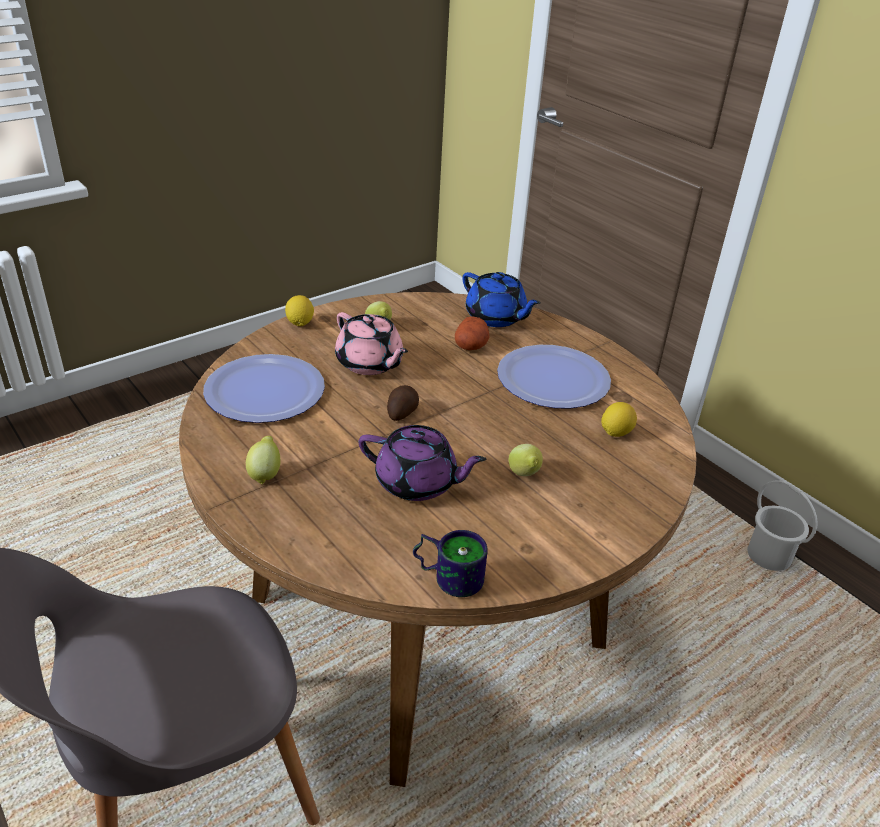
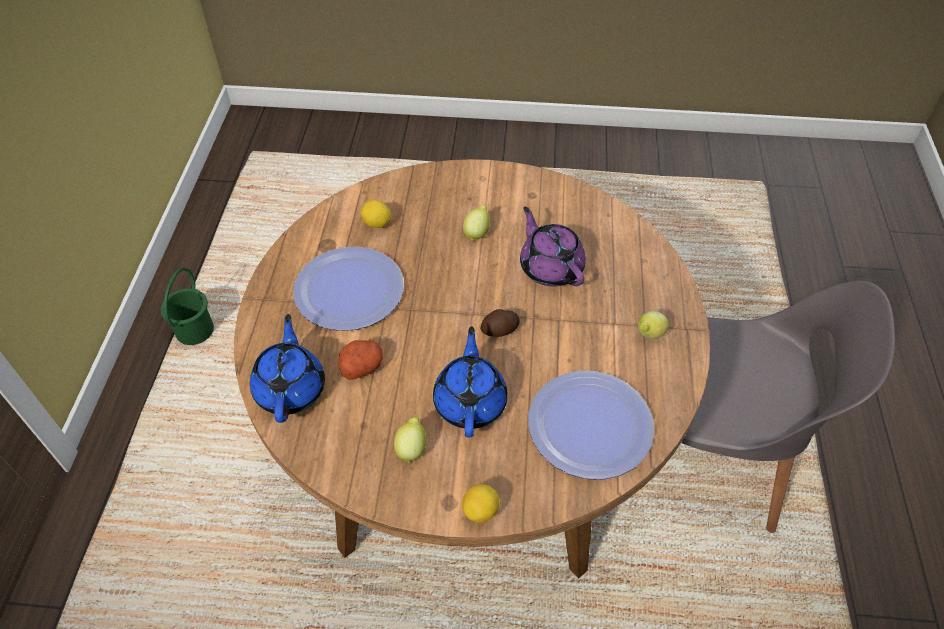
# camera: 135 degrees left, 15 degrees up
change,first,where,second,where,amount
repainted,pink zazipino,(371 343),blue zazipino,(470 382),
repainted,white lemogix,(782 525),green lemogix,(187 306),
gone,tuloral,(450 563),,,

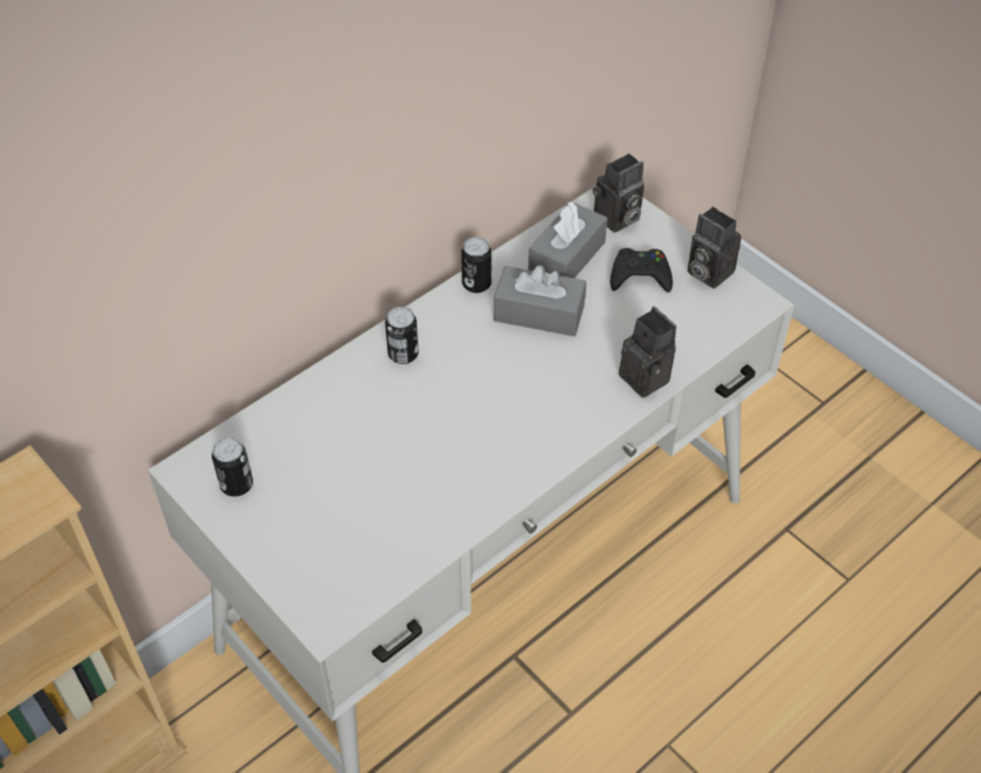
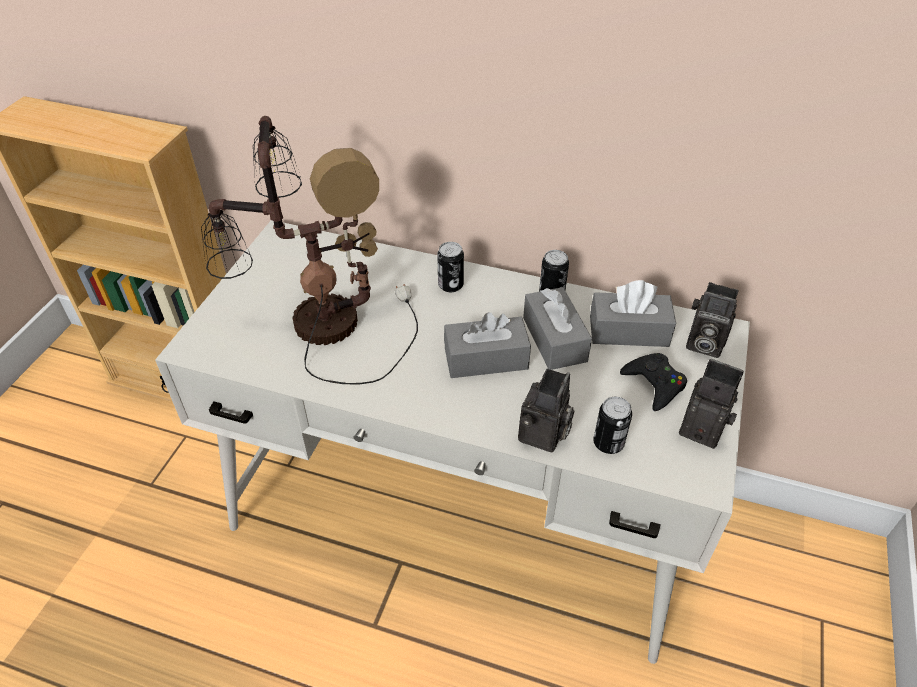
# camera: 60 degrees right, 5 degrees down
change,first,where,second,where,amount
rotated,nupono,(714 248),,(711 404),105 degrees clockwise
shifted,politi,(232 467),,(612 425),
new,,,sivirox,(309 250),
new,,,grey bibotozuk,(487 345),

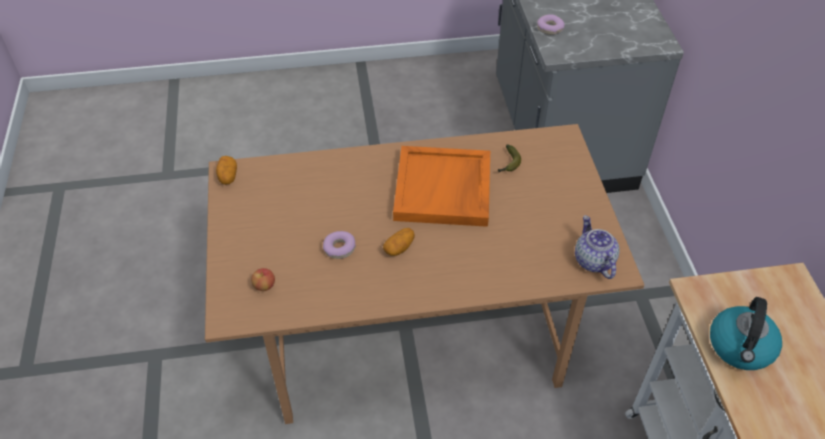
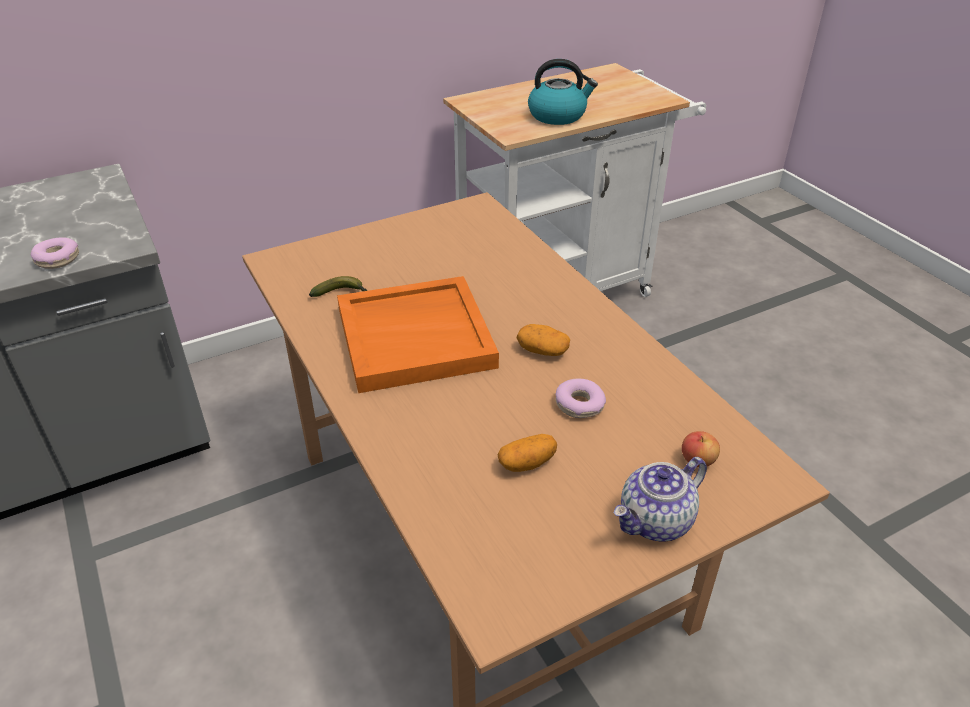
# camera: 110 degrees left, 10 degrees down
change,first,where,second,where,amount
shifted,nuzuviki,(226 170),,(527 453),
shifted,zazipino,(597 247),,(660 499),

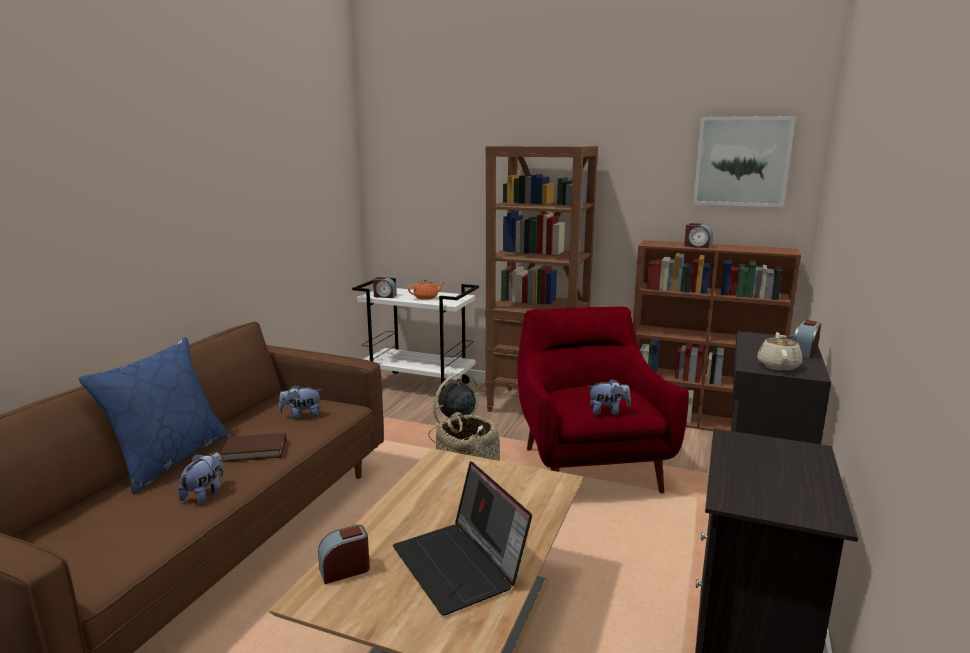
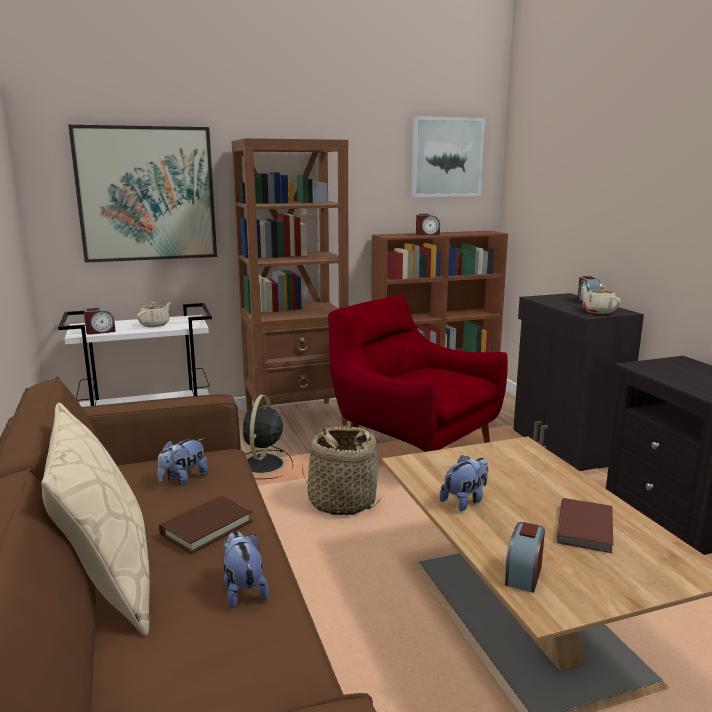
# camera: 40 degrees left, 0 degrees up
change,first,where,second,where,amount
repainted,orange zazipino,(426 289),beige zazipino,(154 314),
repainted,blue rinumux,(154 415),beige rinumux,(95 519),
shifted,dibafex,(609 397),,(463 483),
swapped,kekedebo,(462 538),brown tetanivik,(585 525),
new,,,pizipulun,(142 194),

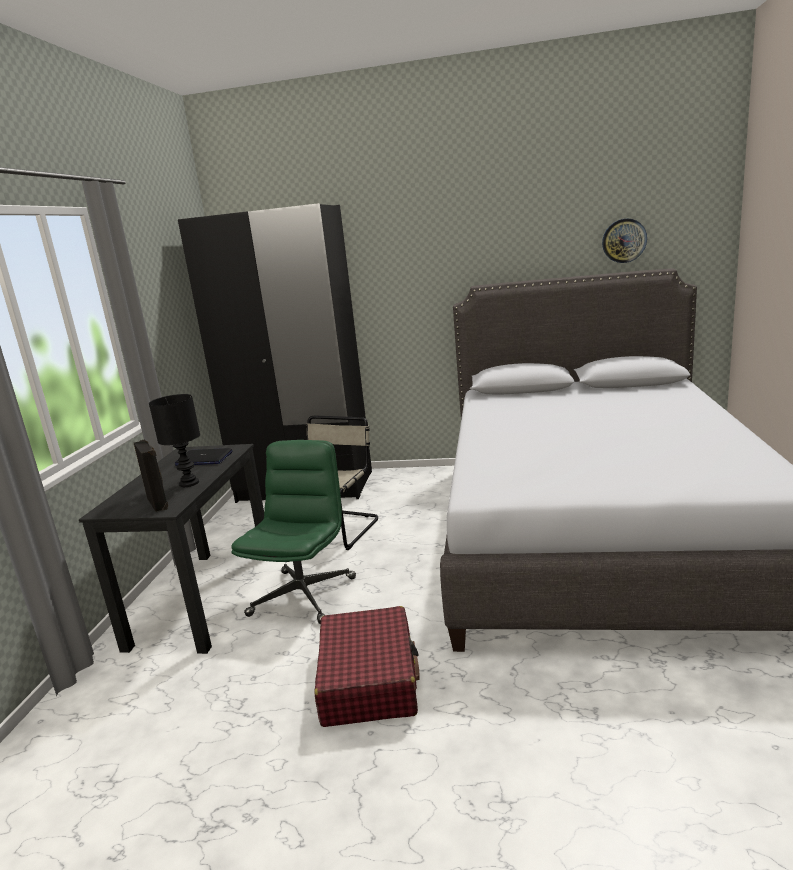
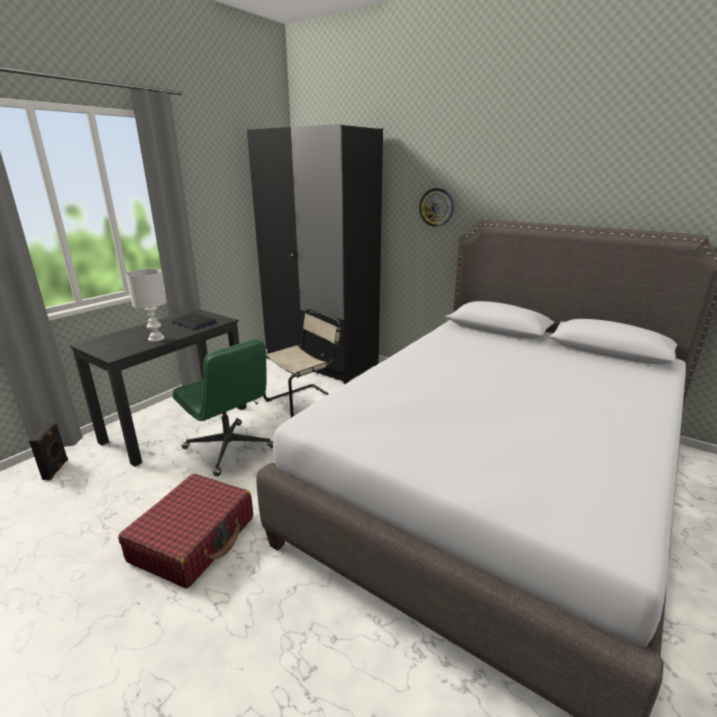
# camera: 25 degrees right, 5 degrees up
change,first,where,second,where,amount
shifted,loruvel,(624 241),,(436 207),
repainted,black sivirox,(174 440),white sivirox,(146 305),
shifted,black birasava,(151 476),,(48 451),
rotated,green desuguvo,(293 532),,(222 407),90 degrees clockwise

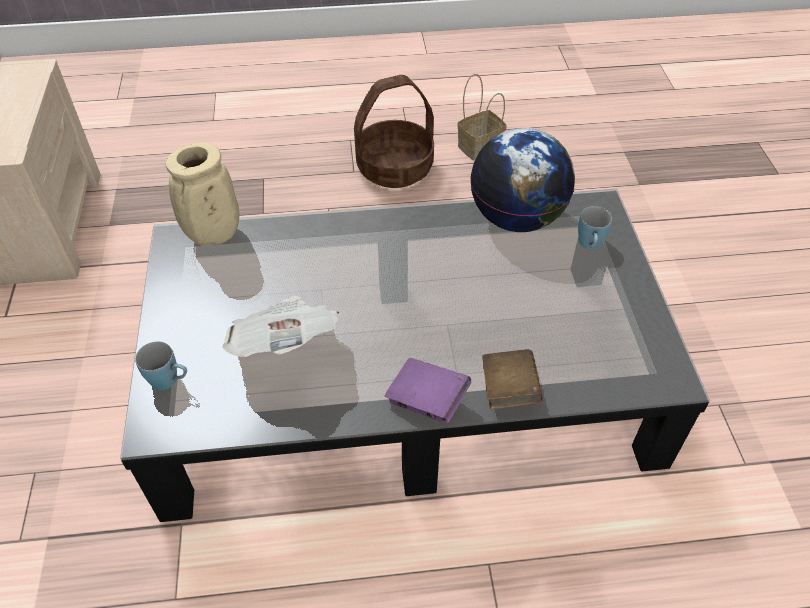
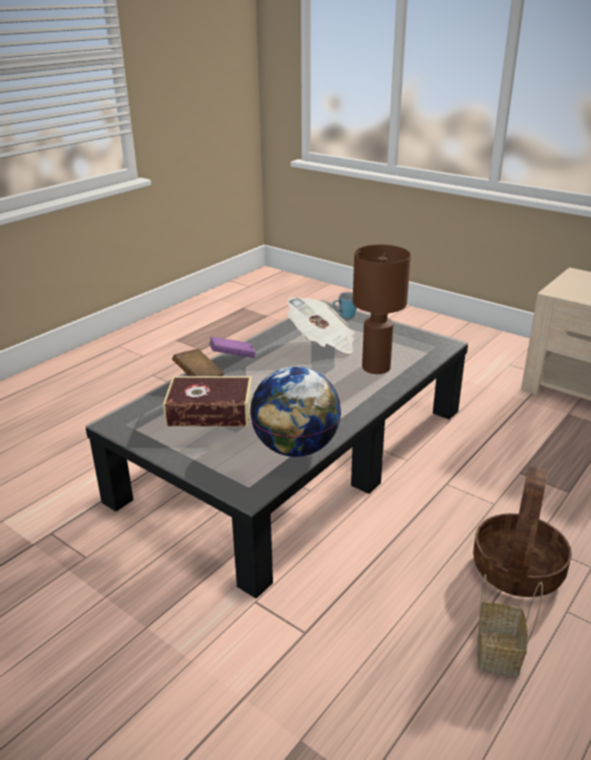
# camera: 135 degrees right, 20 degrees down
change,first,where,second,where,amount
gone,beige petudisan,(202 194),,,
gone,blue tuloral,(595 228),,,
new,,,brown sivirox,(382 309),
new,,,tetanivik,(208 401),

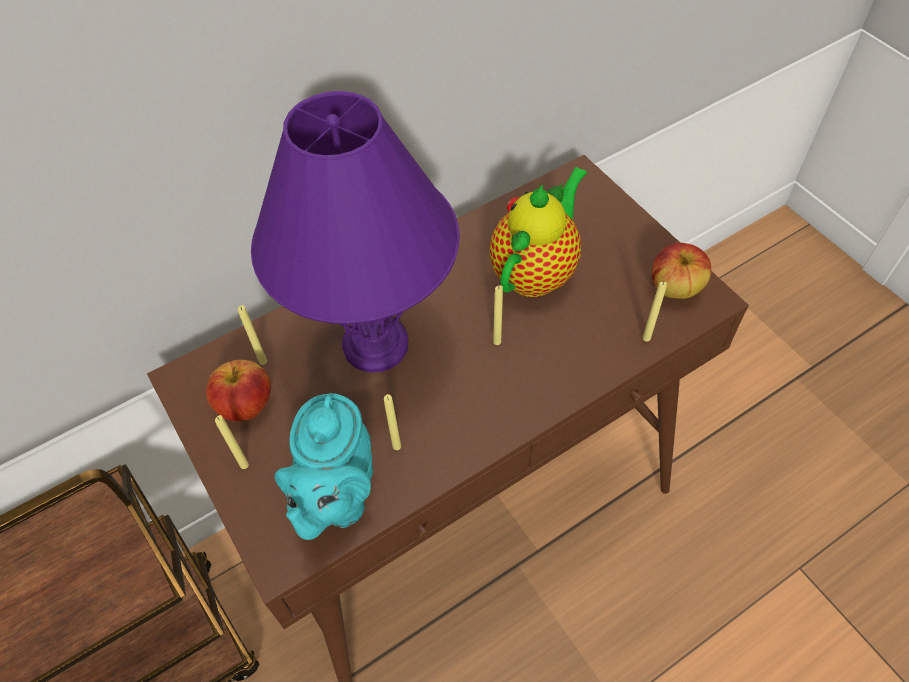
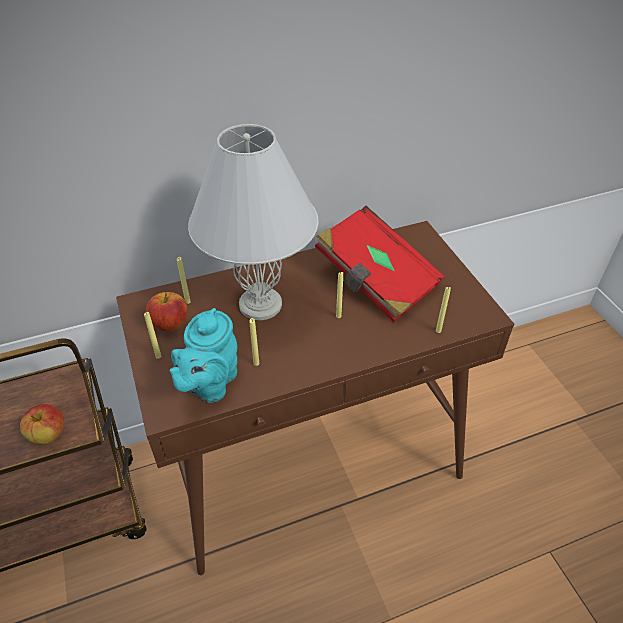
# camera: 10 degrees right, 10 degrees down
change,first,where,second,where,amount
repainted,purple sivirox,(355 232),white sivirox,(253 222),
swapped,zazipino,(538 232),red tetanivik,(380 264),
shifted,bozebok,(681 271),,(42 424),

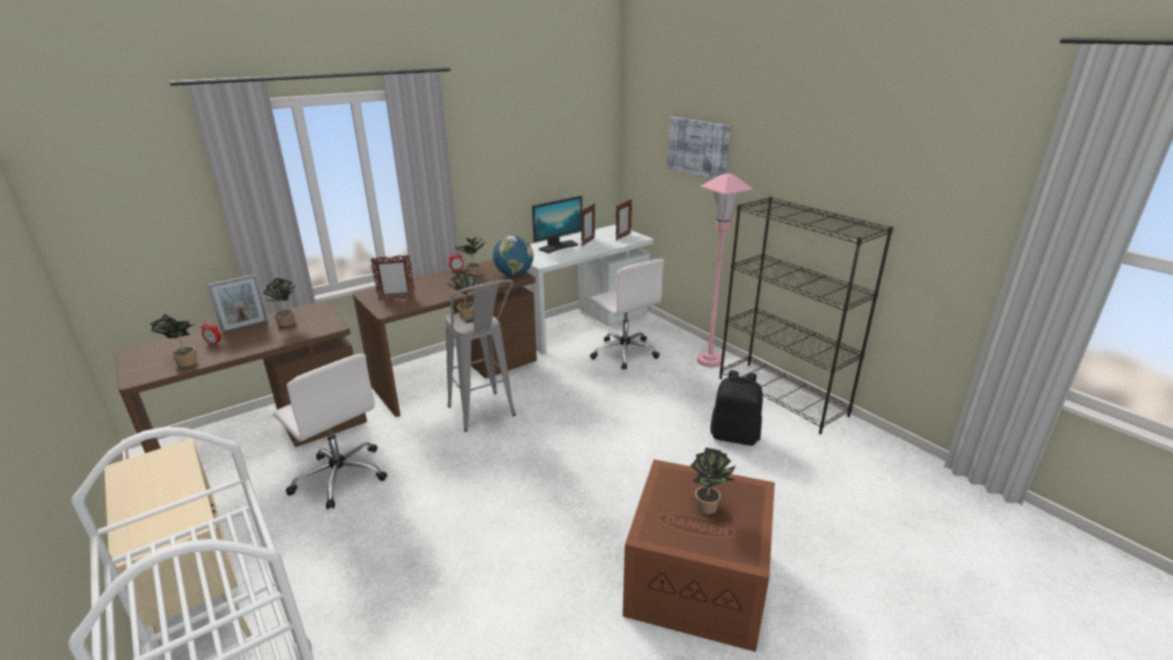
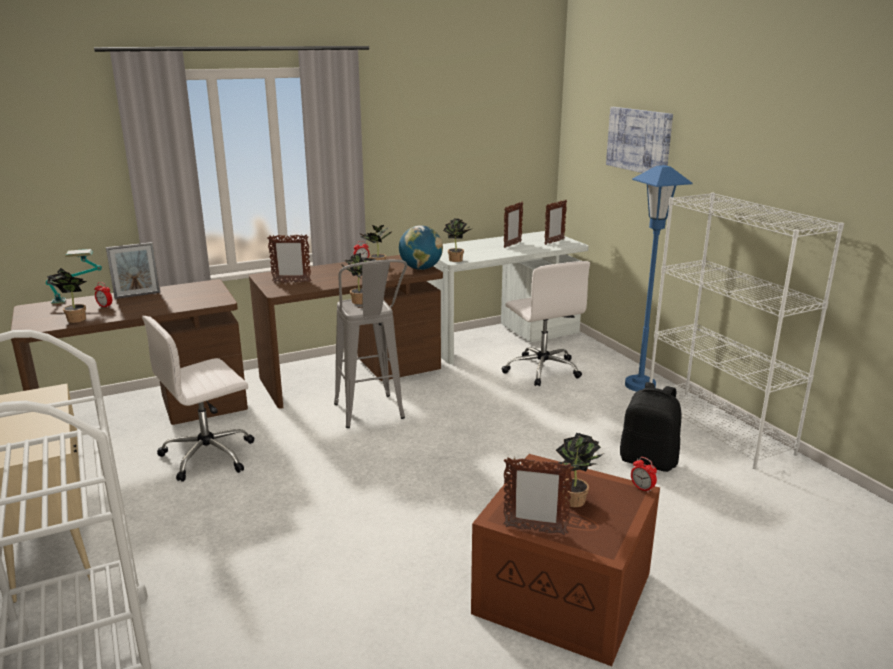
# camera: 10 degrees right, 5 degrees down
change,first,where,second,where,amount
repainted,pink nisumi,(725 270),blue nisumi,(659 278),
gone,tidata,(557 224),,,
repainted,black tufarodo,(806 315),white tufarodo,(746 331),
shifted,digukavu,(279 302),,(458 240),
rotated,white desuguvo,(330 431),,(198 399),90 degrees clockwise
new,,,sivirox,(74 277),
new,,,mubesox,(538 496),
new,,,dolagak,(644 475),

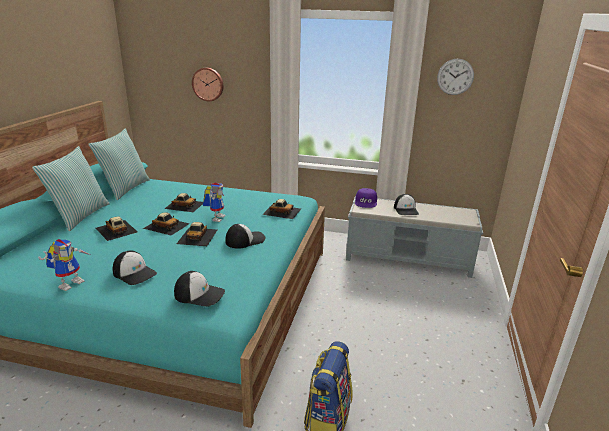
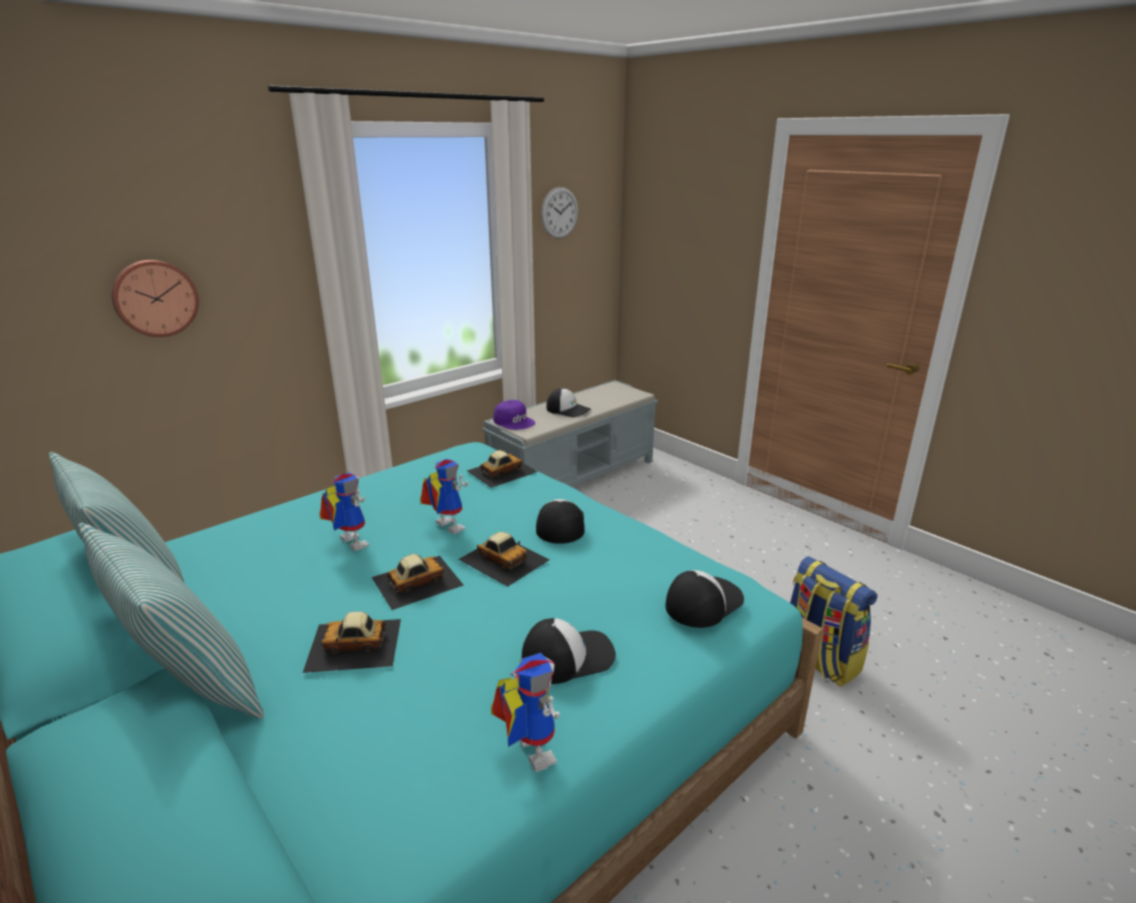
# camera: 55 degrees left, 0 degrees up
change,first,where,second,where,amount
swapped,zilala,(183 202),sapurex,(344 511),

